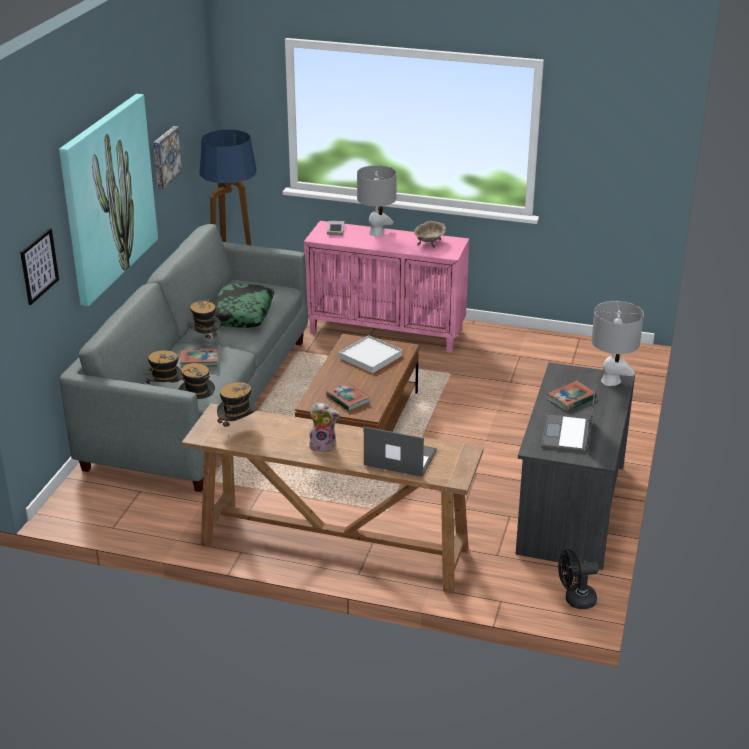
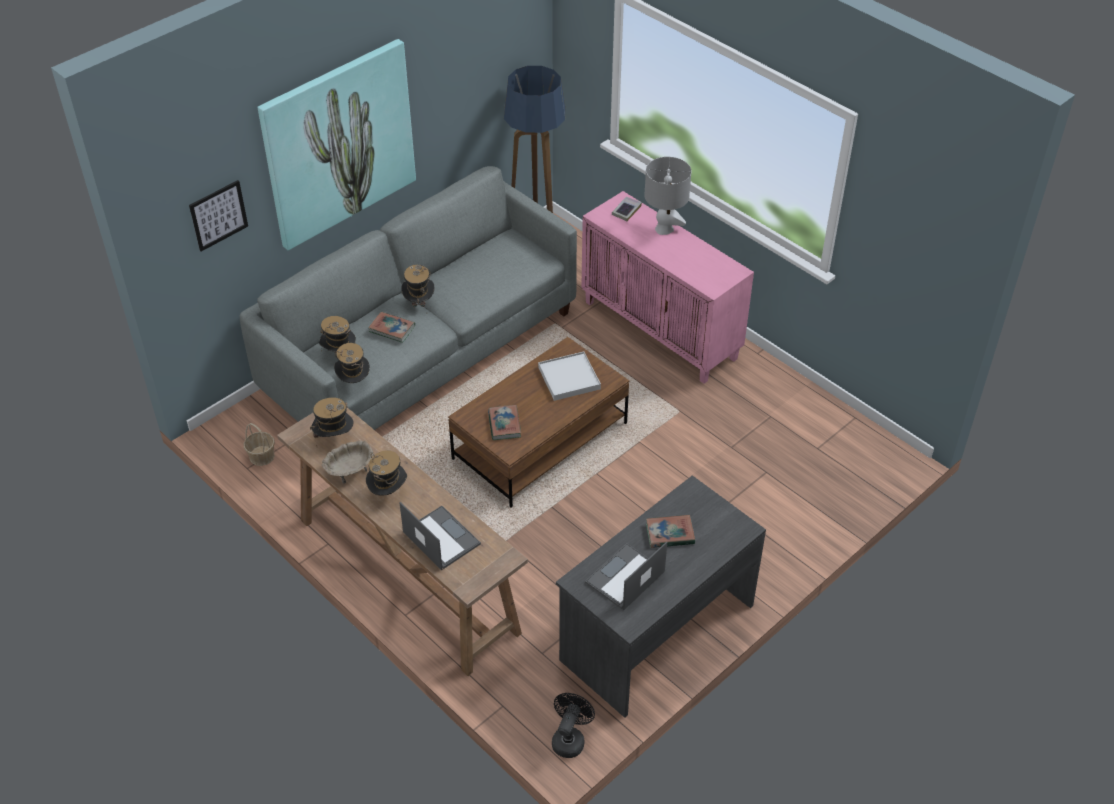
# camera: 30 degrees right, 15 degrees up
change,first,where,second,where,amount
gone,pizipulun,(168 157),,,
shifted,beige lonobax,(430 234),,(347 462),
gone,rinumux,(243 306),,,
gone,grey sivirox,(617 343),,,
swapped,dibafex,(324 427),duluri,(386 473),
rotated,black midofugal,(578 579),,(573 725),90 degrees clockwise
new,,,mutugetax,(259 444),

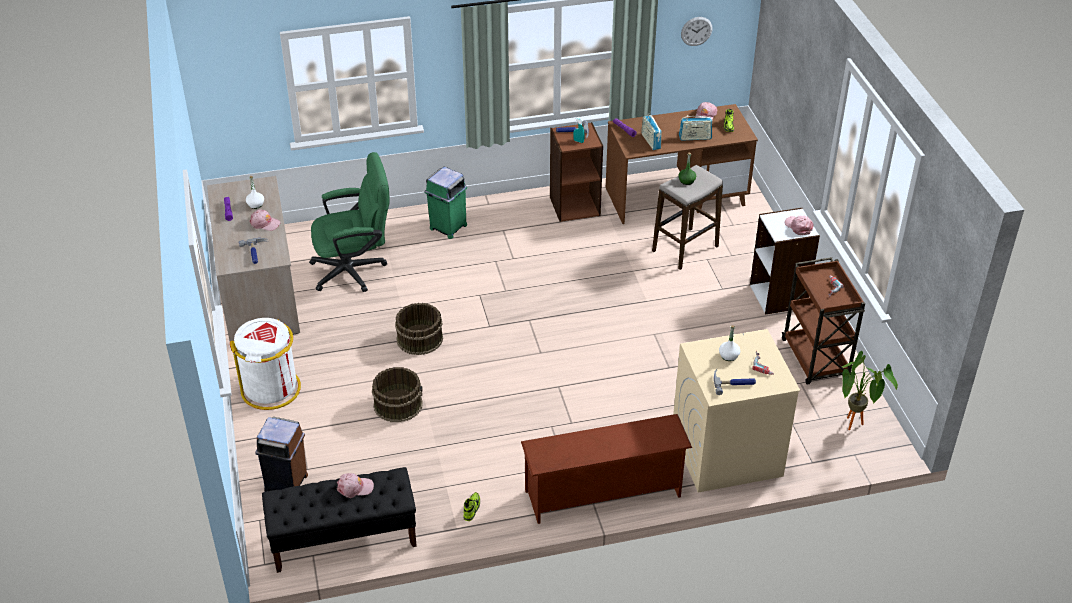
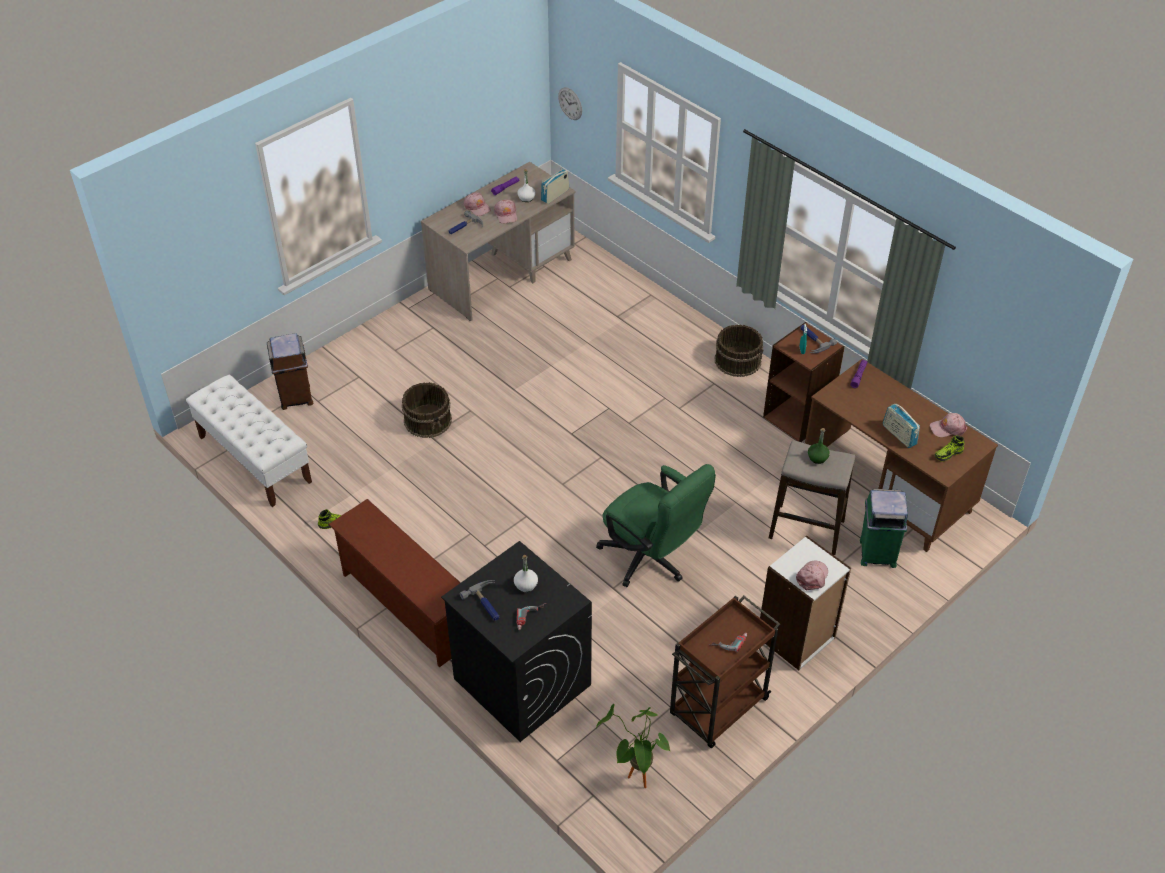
# camera: 60 degrees right, 5 degrees up
change,first,where,second,where,amount
shifted,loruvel,(696 31),,(570 103),
shifted,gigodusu,(651 131),,(555 185),
shifted,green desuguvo,(349 222),,(656 525),
shifted,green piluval,(446 203),,(884 528),
shifted,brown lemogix,(419 329),,(738 351),
gone,white piluval,(265 364),,,
repainted,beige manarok,(736 411),black manarok,(516 641),
repainted,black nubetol,(339 520),white nubetol,(249 441),
shifted,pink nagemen,(355 485),,(477 204),

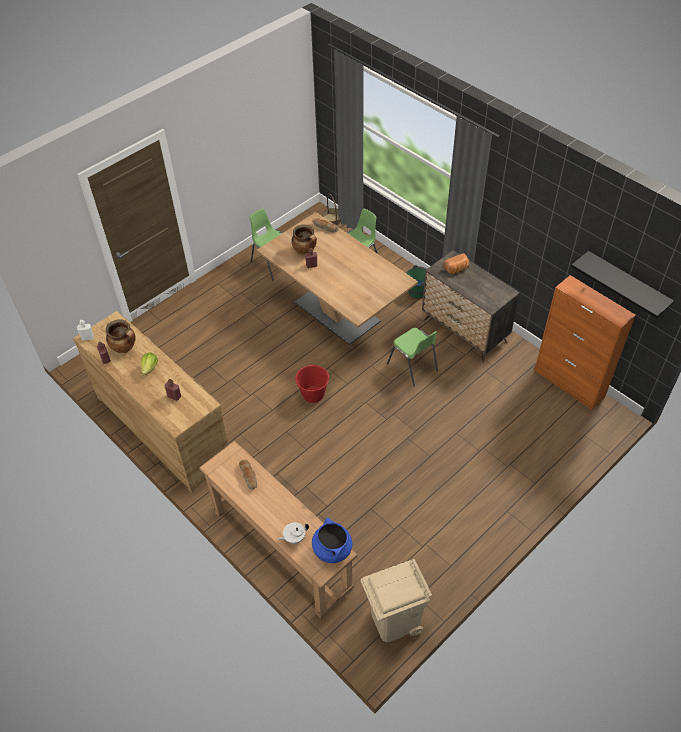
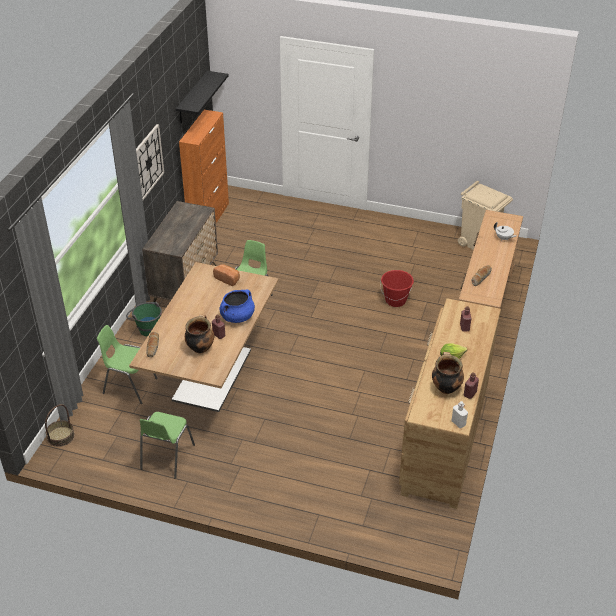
# camera: 120 degrees left, 10 degrees down
change,first,where,second,where,amount
shifted,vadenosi,(456 263),,(226 275),
shifted,red lemogix,(312 384),,(397 288),
shifted,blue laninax,(332 540),,(237 306),
new,,,loruvel,(150 162),

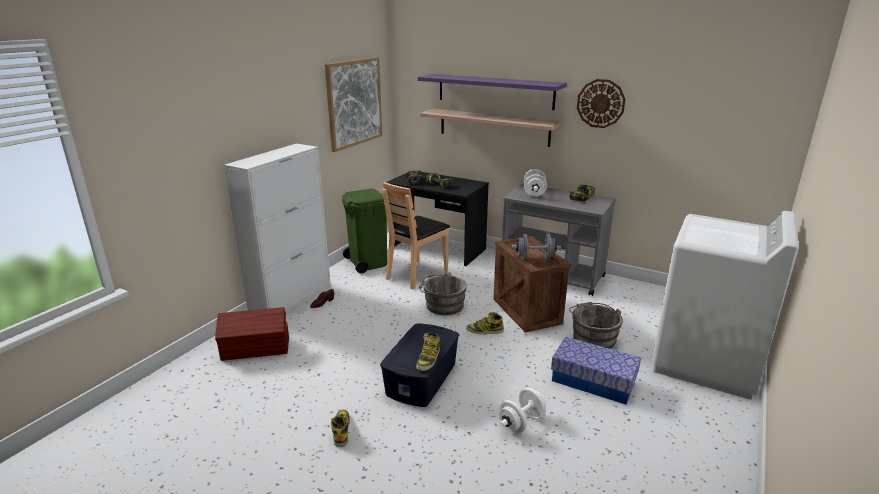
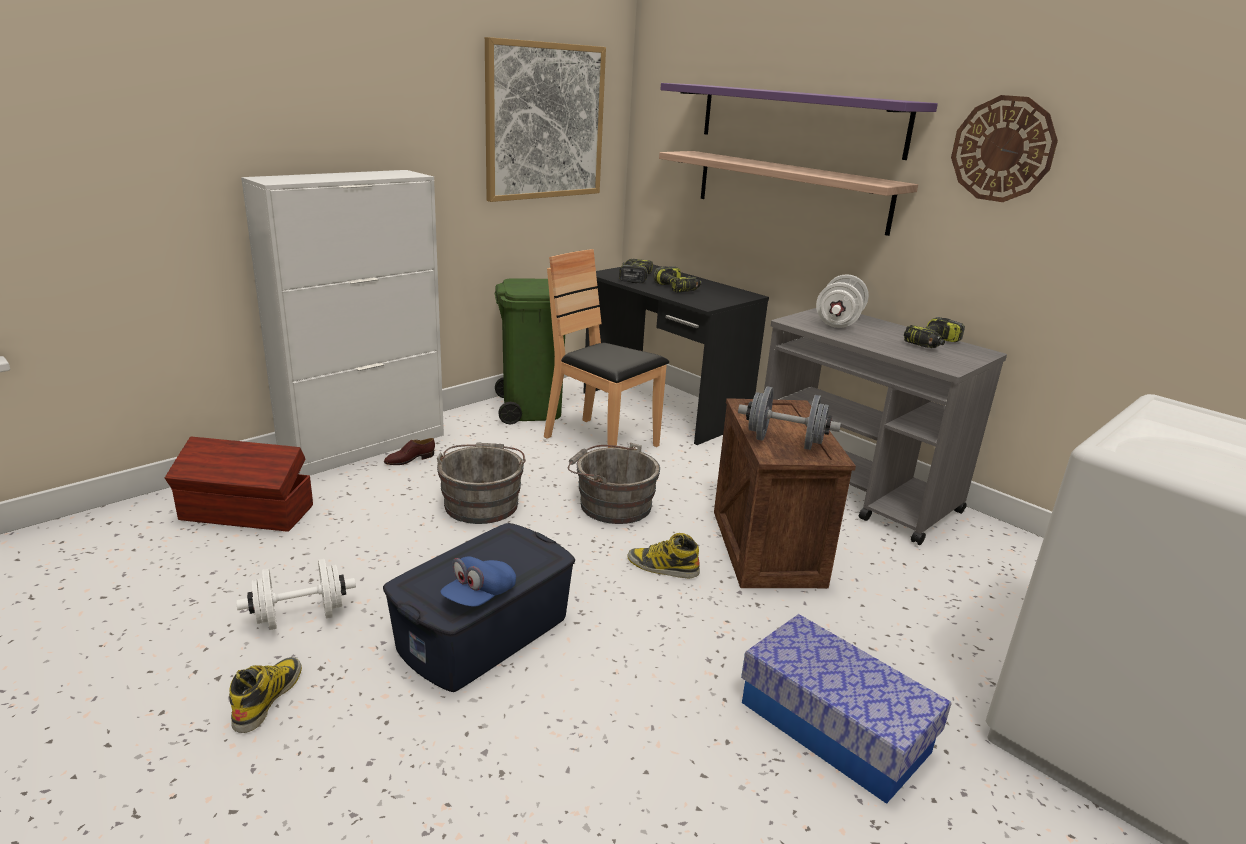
# camera: 15 degrees right, 0 degrees up
change,first,where,second,where,amount
rotated,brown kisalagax,(416 235),,(606 348),75 degrees clockwise
shifted,grey lemogix,(596 325),,(481 483),
swapped,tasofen,(428 352),blue nagemen,(478 582),
shifted,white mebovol,(522 410),,(296 594),

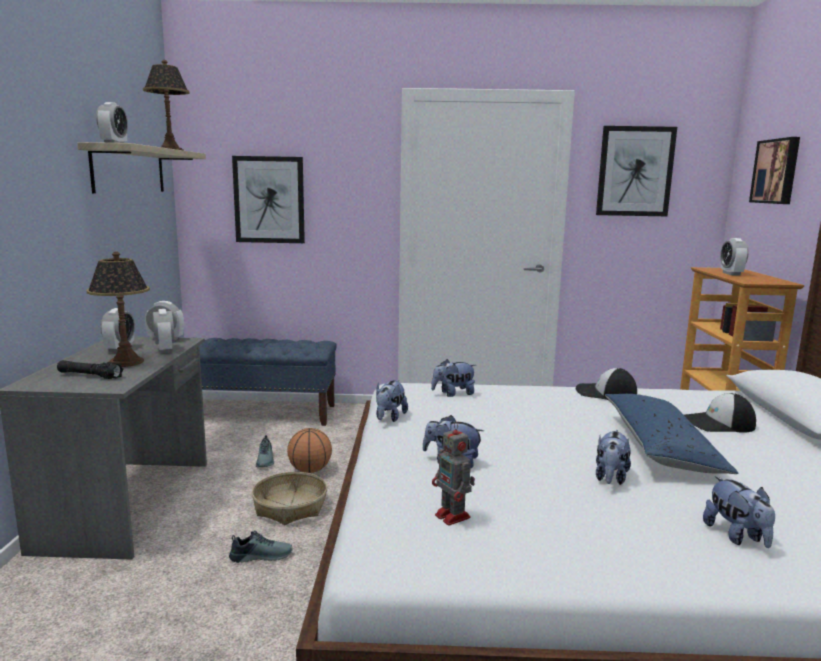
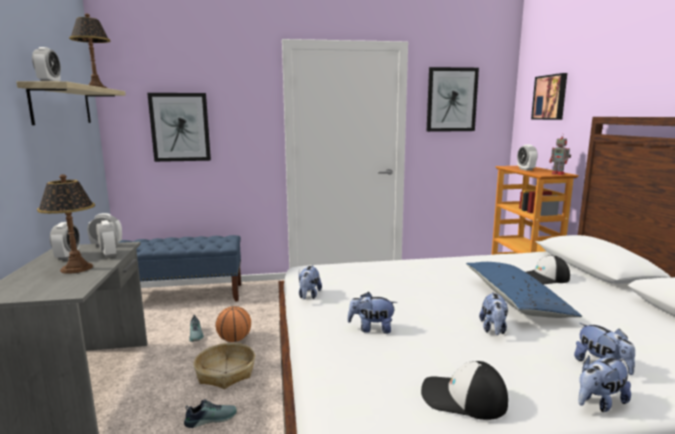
# camera: 10 degrees left, 0 degrees up
change,first,where,second,where,amount
shifted,dibafex,(453 378),,(604 383),
gone,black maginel,(90 369),,,
shifted,nagemen,(606 384),,(464 390),
shifted,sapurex,(453 474),,(560 154),

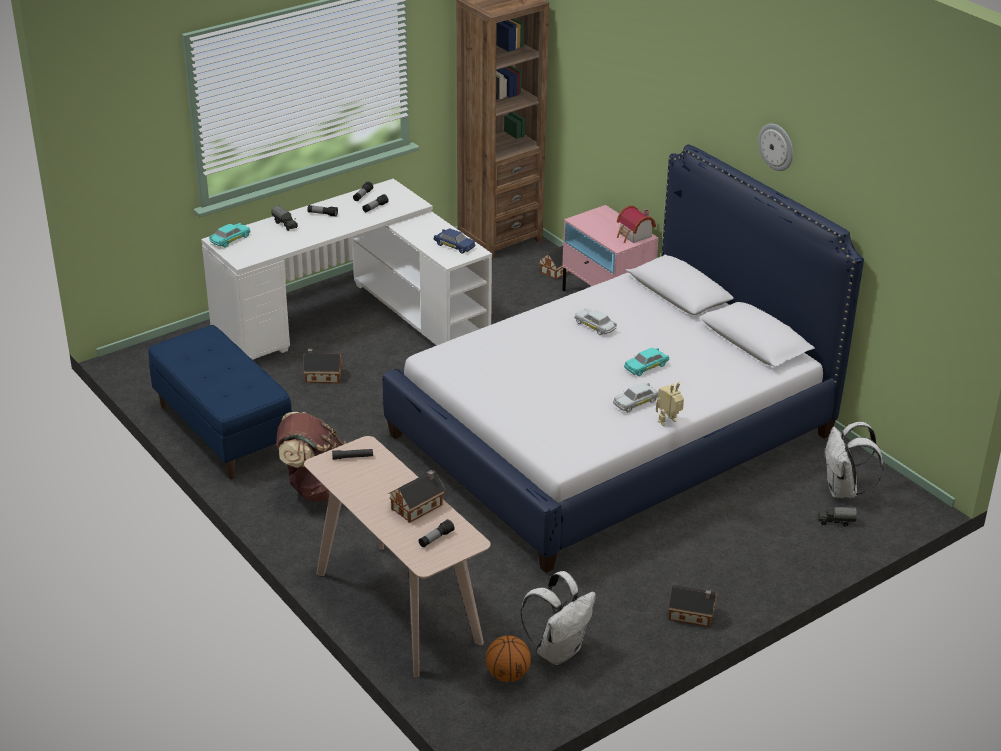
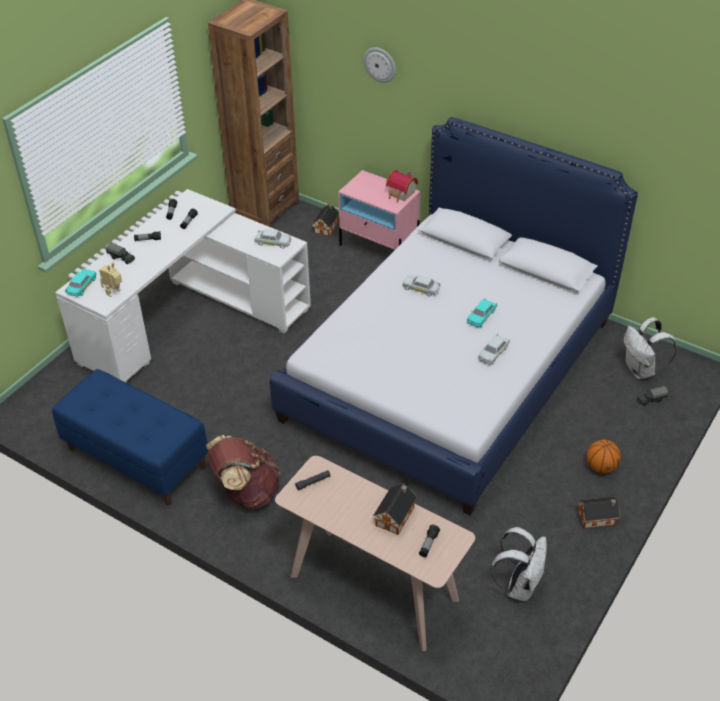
# camera: 20 degrees left, 10 degrees up
change,first,where,second,where,amount
shifted,loruvel,(775 147),,(380 65),
repainted,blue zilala,(455 241),white zilala,(272 239),
gone,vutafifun,(322 366),,,
shifted,sapurex,(670 404),,(110 279),
shifted,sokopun,(508 659),,(604 457),

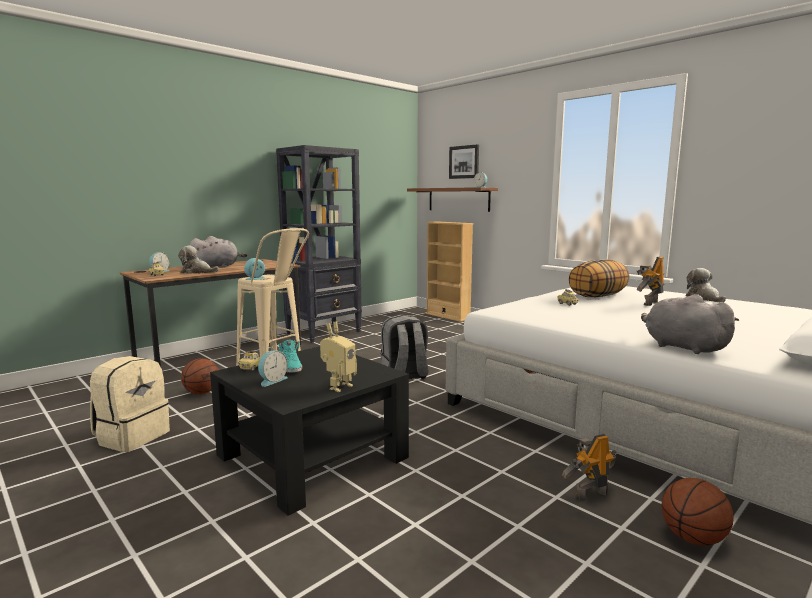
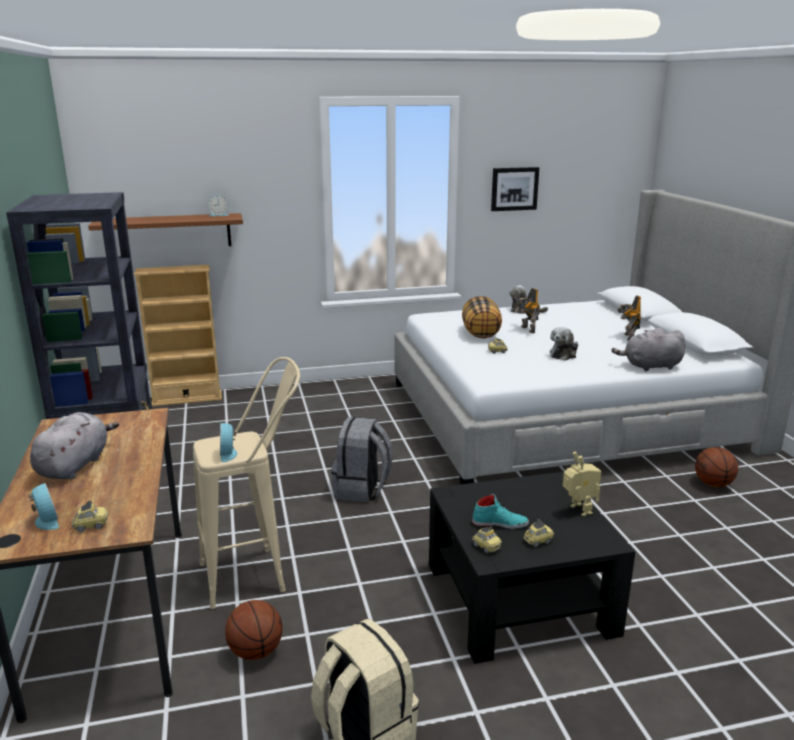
# camera: 60 degrees left, 10 degrees up
change,first,where,second,where,amount
shifted,pizipulun,(464 161),,(515 189),
shifted,dibafex,(198 259),,(564 344),
swapped,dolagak,(273 369),zilala,(538 533),
shifted,sapurex,(589 467),,(629 318),

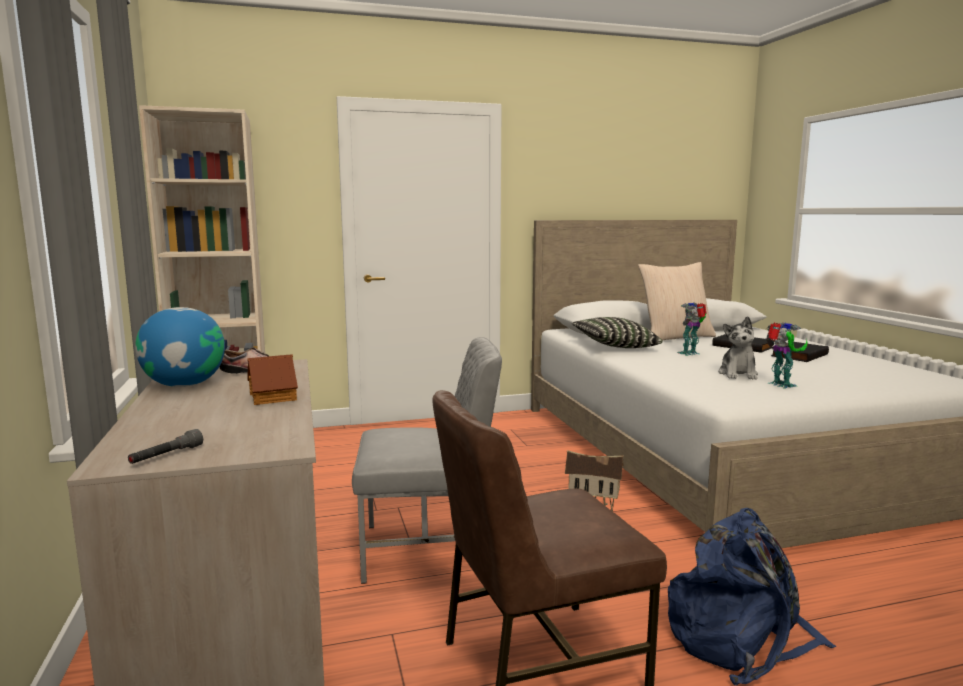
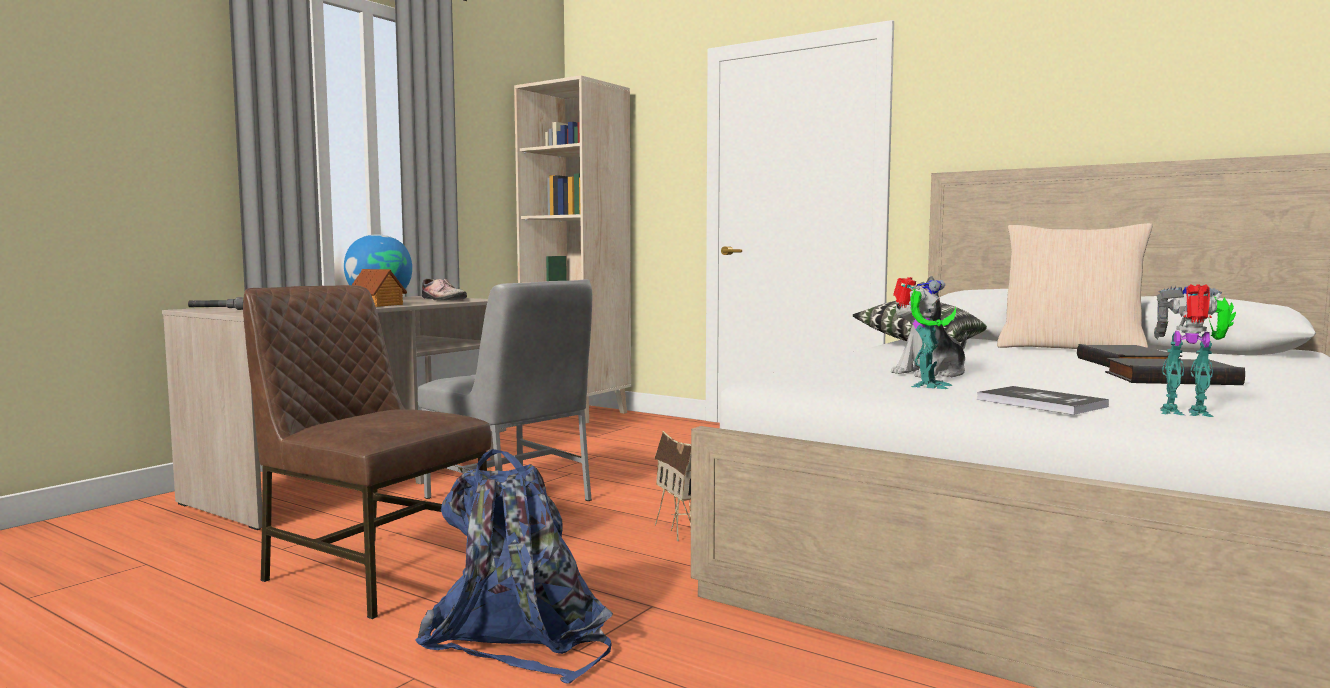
# camera: 50 degrees right, 5 degrees down
change,first,where,second,where,amount
shifted,sapurex,(692 329),,(1195 350),
new,,,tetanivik,(1043 400),

